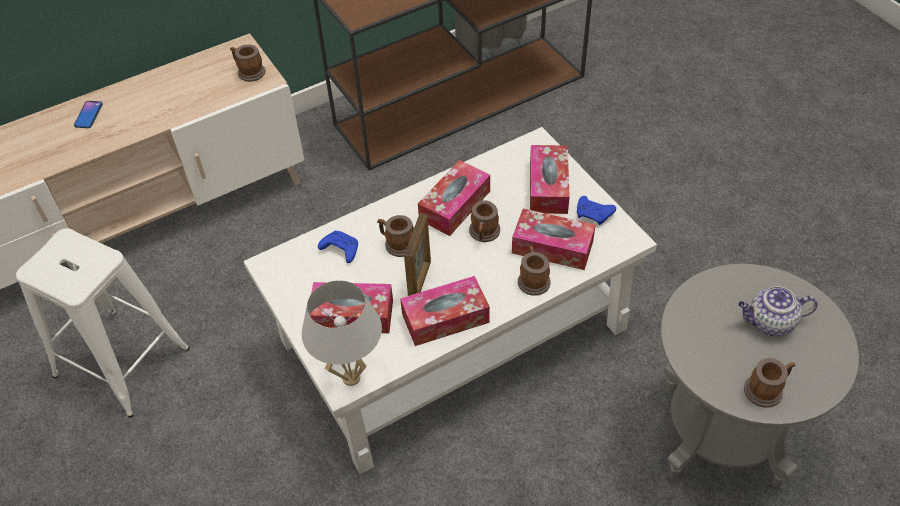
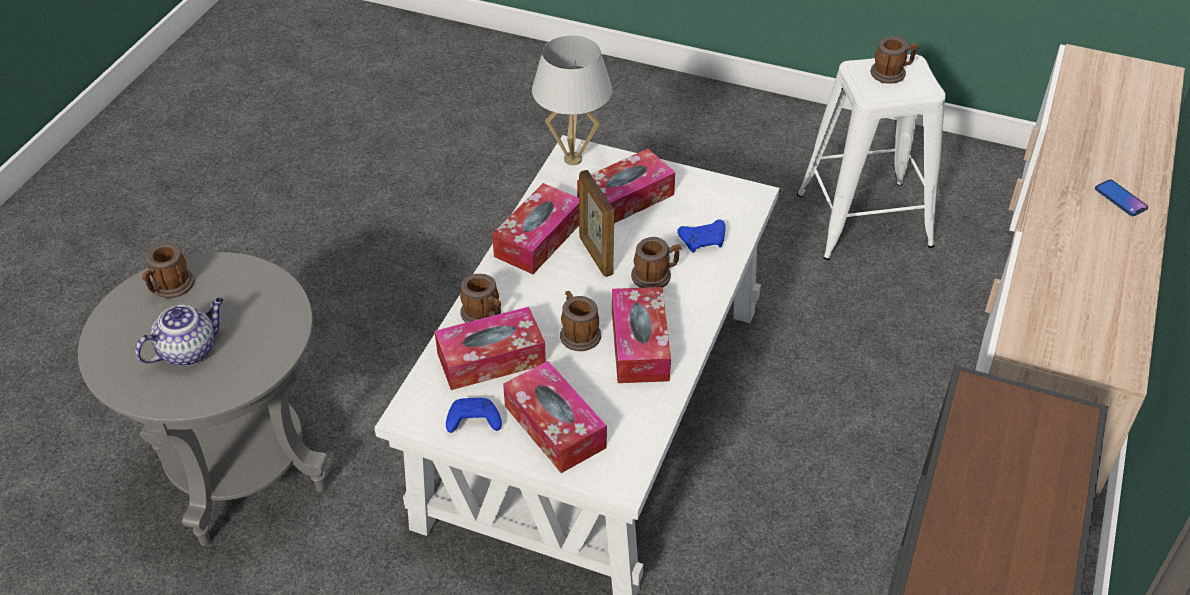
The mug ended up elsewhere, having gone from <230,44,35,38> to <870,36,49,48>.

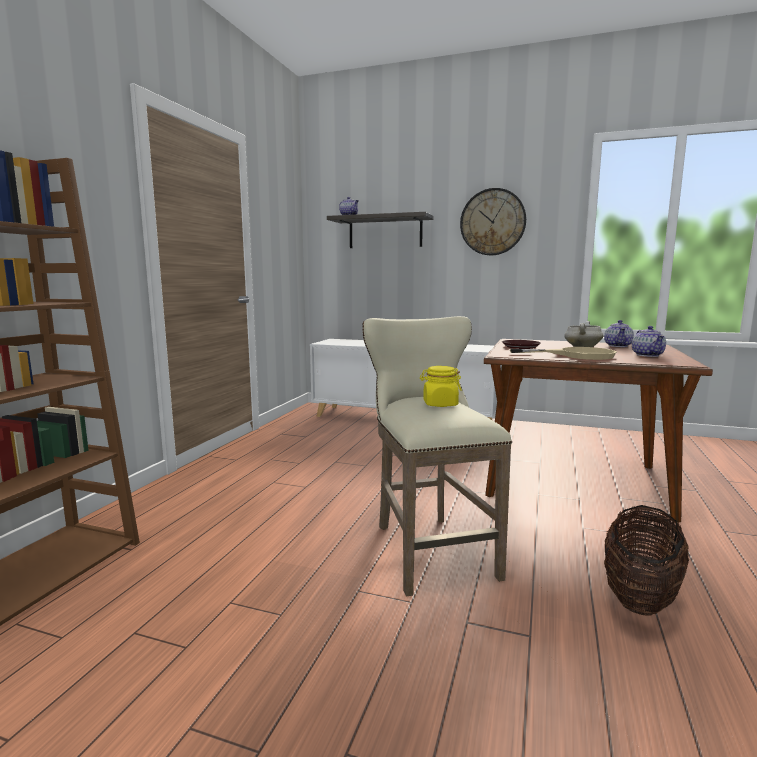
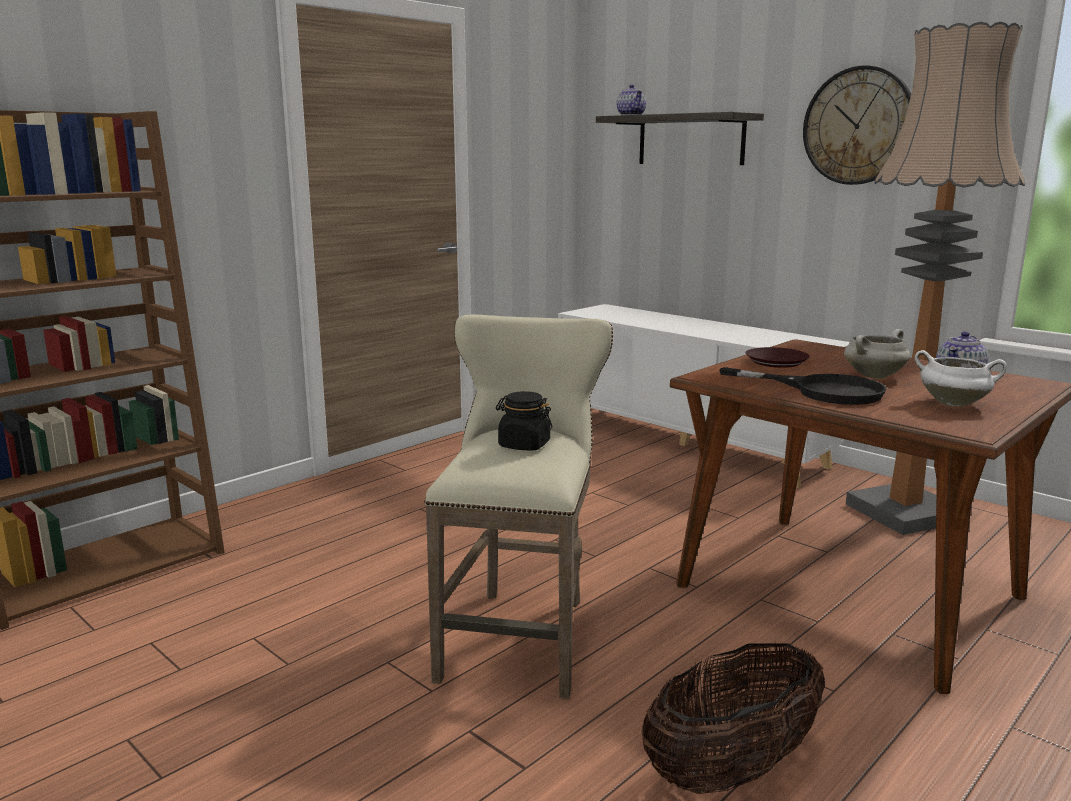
What was the jar (yellow) at <420,366,42,41> turned into the jar (black) at <496,391,57,60>.
What was the frying pan (beige) at <510,347,106,13> turned into the frying pan (black) at <719,367,168,38>.
The second view gained the floor lamp at <846,22,179,513>.
Where the teapot stood at <632,326,34,31>, the cooking pot (white) came to stand at <915,350,92,57>.

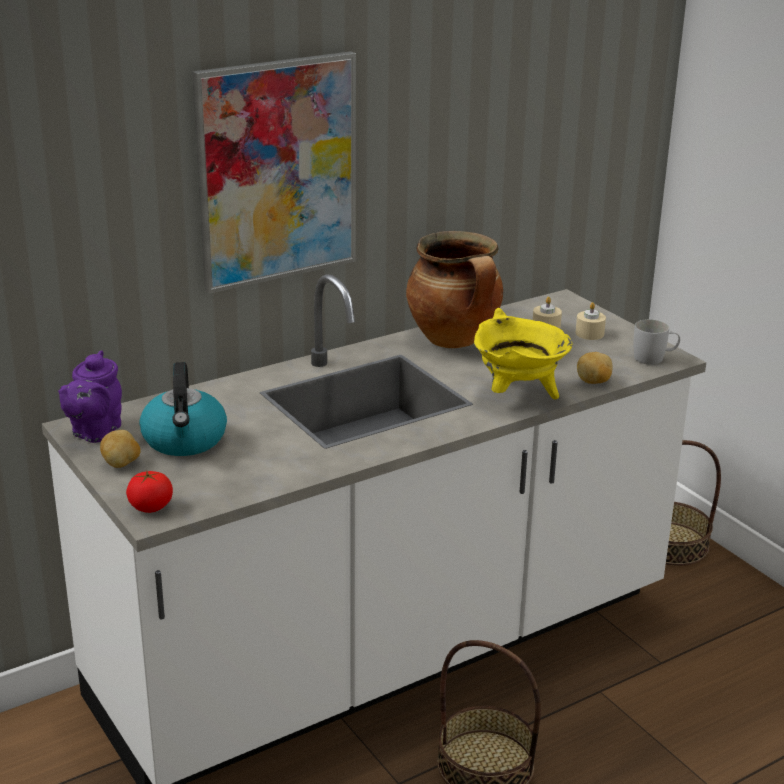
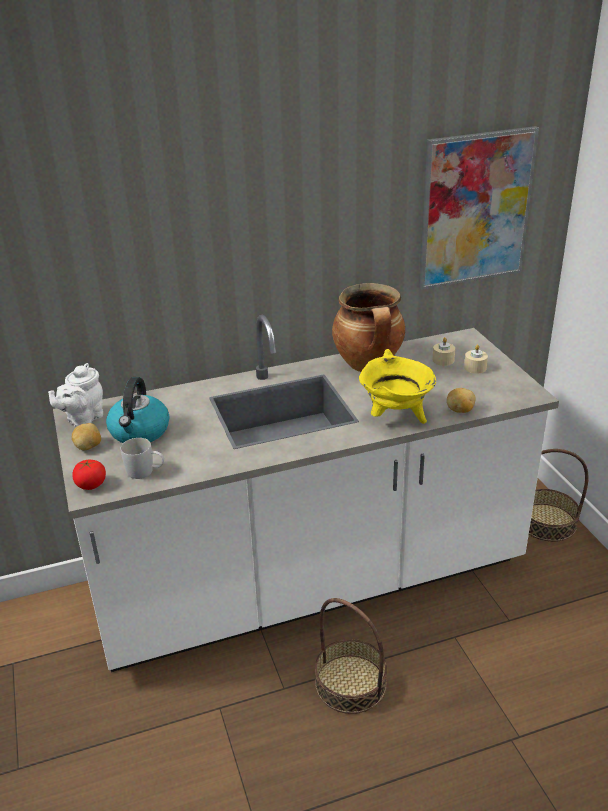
What was the teapot (purple) at <58,350,64,93> turned into the teapot (white) at <48,363,55,64>.
The mug (white) ended up elsewhere, having gone from <634,319,46,46> to <121,438,43,41>.
The picture ended up elsewhere, having gone from <192,51,164,243> to <419,126,120,164>.

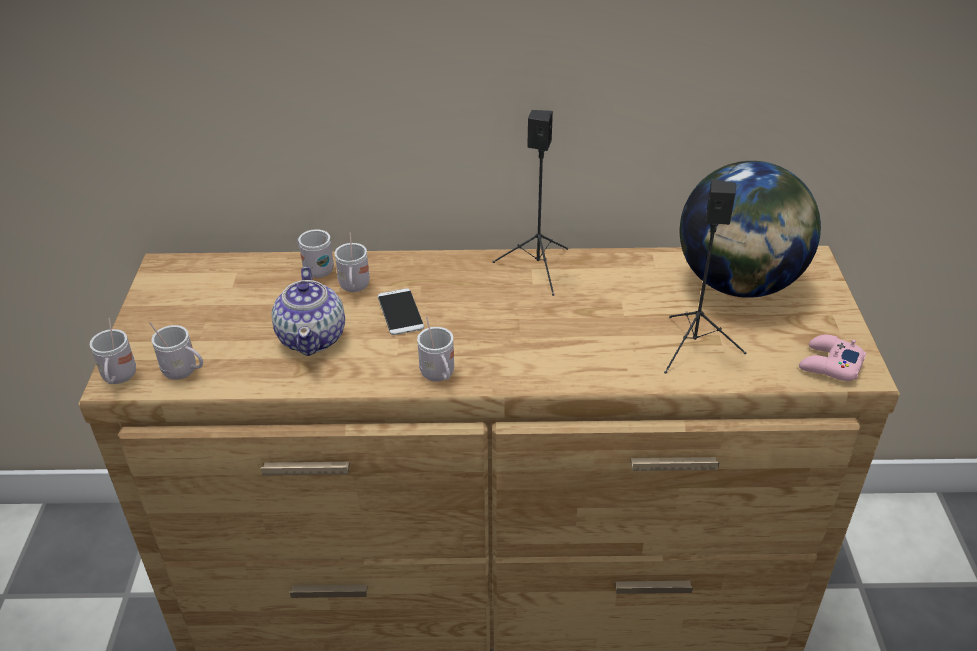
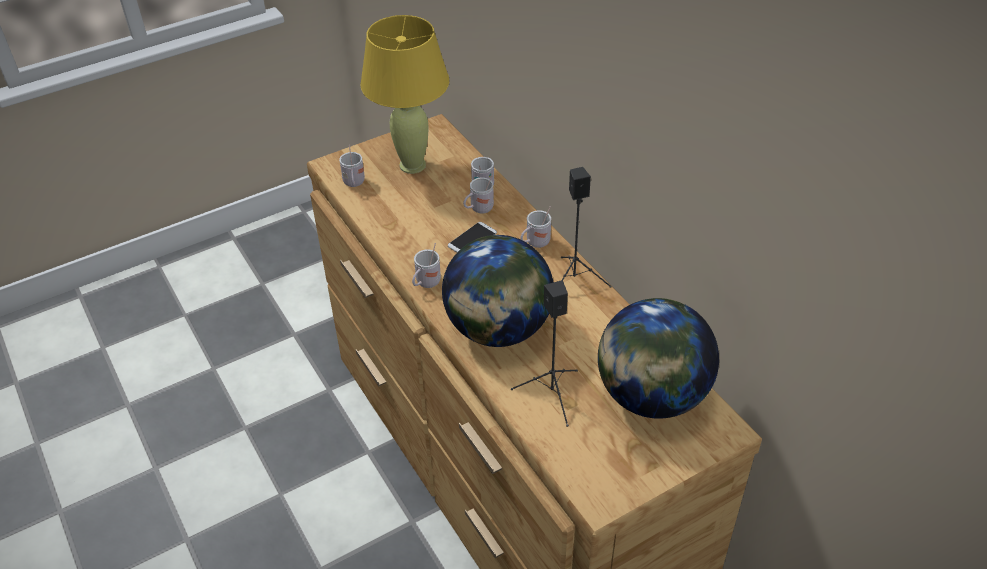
The second view gained the table lamp (yellow) at <360,15,89,159>.
The second view gained the globe at <442,235,111,112>.
The mug (white) ended up elsewhere, having gone from <90,318,46,66> to <520,206,31,42>.
The second view lost the teapot at <272,267,73,89>.
The second view lost the game controller (pink) at <799,334,68,47>.

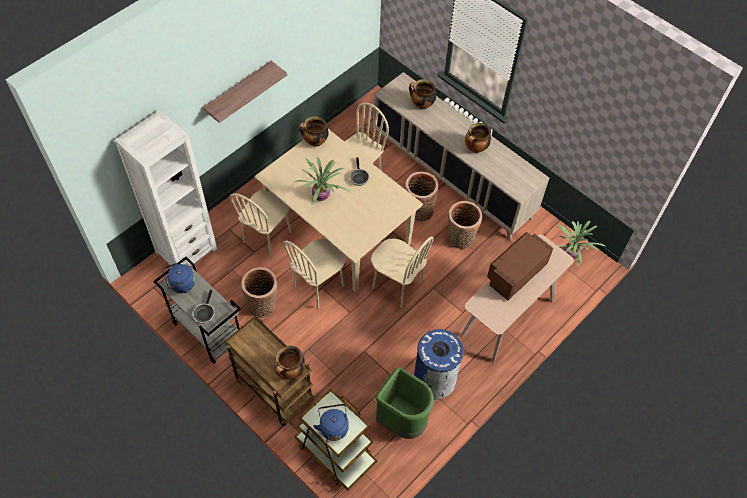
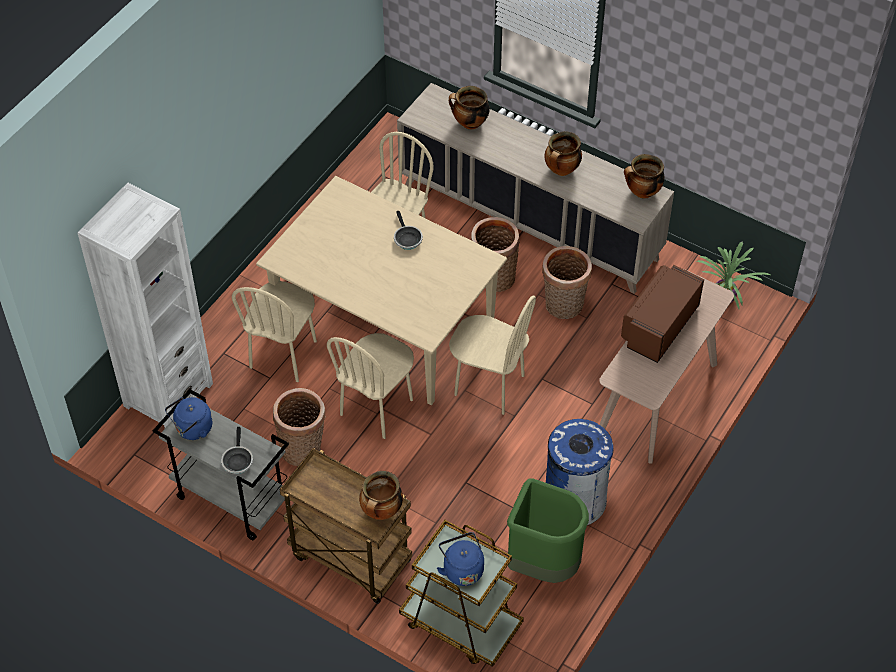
The cooking pot ended up elsewhere, having gone from <299,116,30,31> to <624,154,41,45>.
The second view lost the shelf at <203,61,84,62>.
The second view lost the potted plant at <295,157,56,48>.

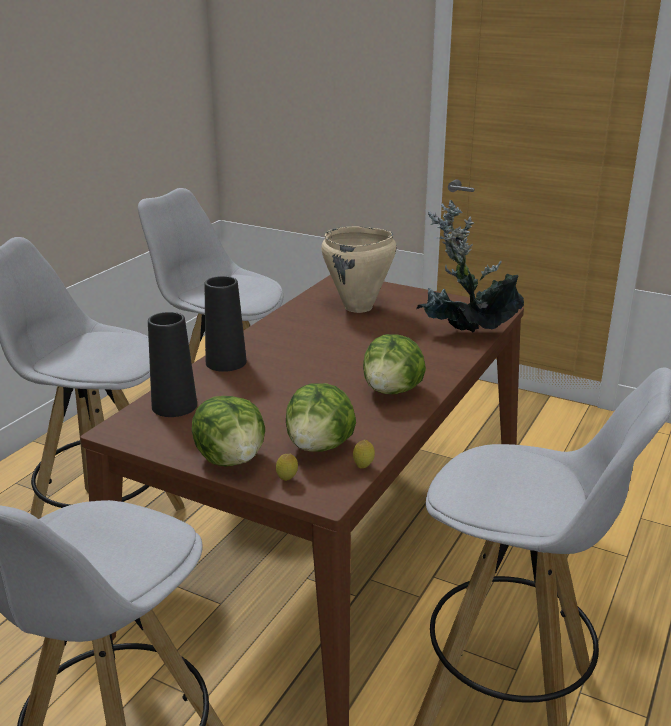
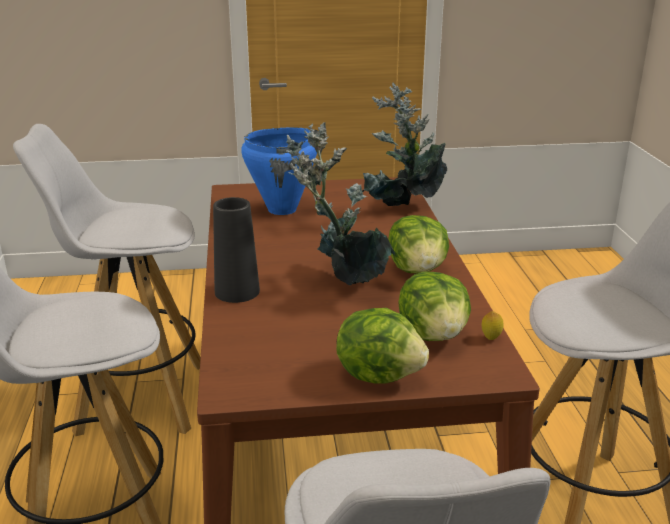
What was the cooking pot (beige) at <321,227,76,86> turned into the cooking pot (blue) at <241,128,76,87>.
The second view gained the potted plant at <286,122,109,163>.
The second view lost the vase (black) at <148,312,49,105>.
The second view lost the lemon at <276,454,22,27>.

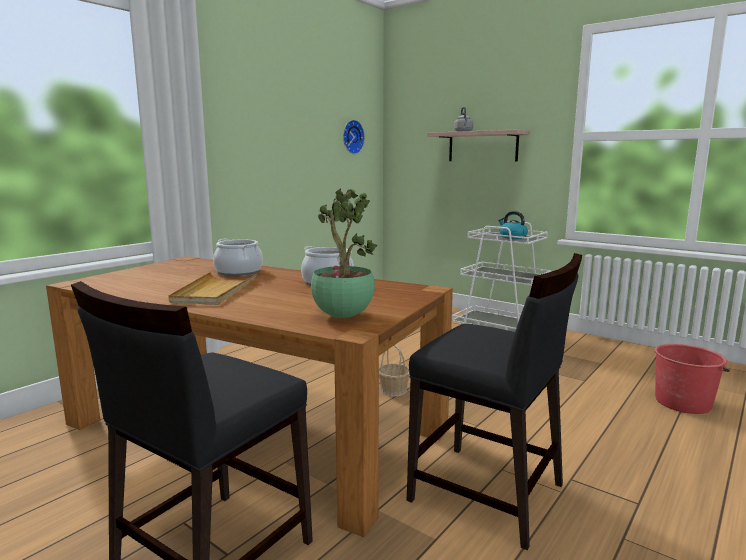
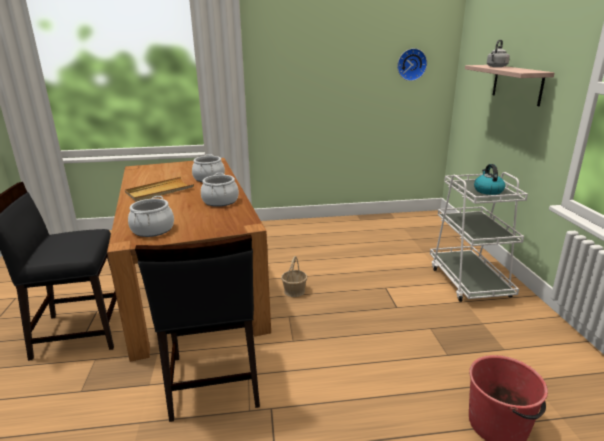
Where the potted plant stood at <311,189,66,129>, the cooking pot came to stand at <128,196,46,41>.

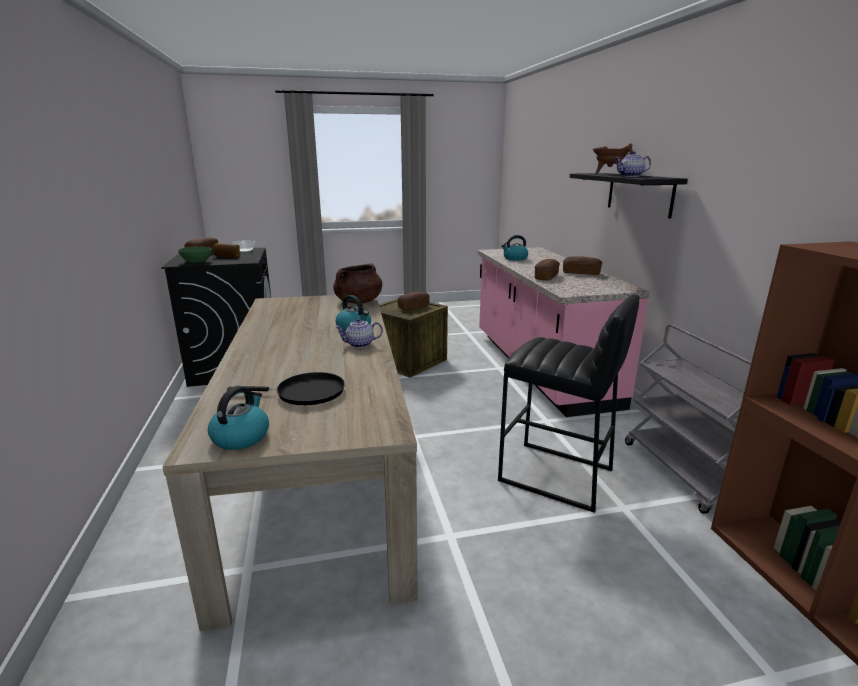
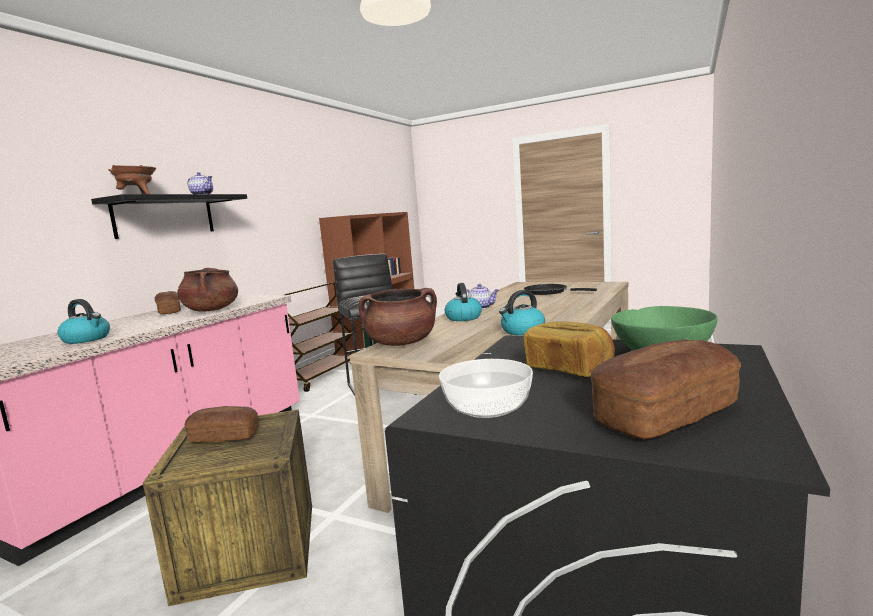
Where the bread stood at <534,259,26,21>, the cooking pot (brown) came to stand at <177,268,61,44>.
What was the cart (grey) at <625,324,127,190> turned into the cart (brown) at <283,282,70,110>.
The kettle ended up elsewhere, having gone from <208,386,61,64> to <499,290,46,45>.

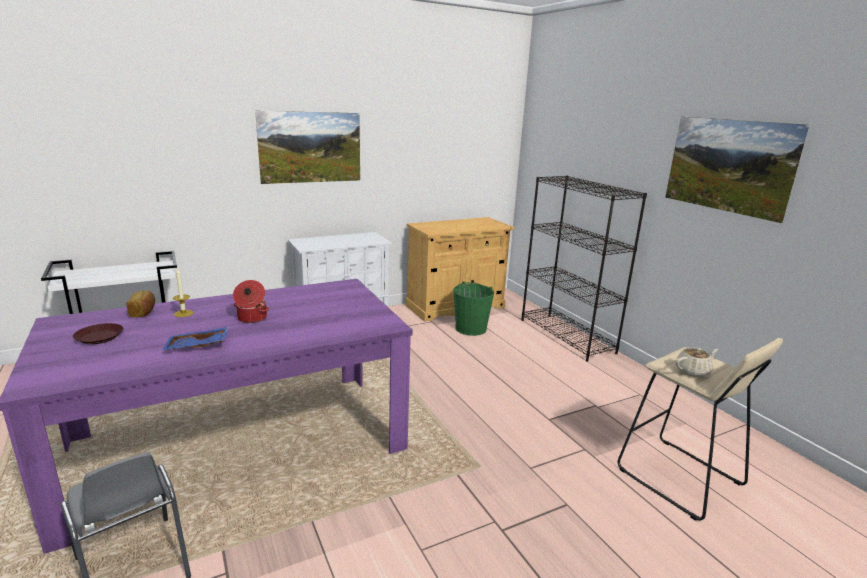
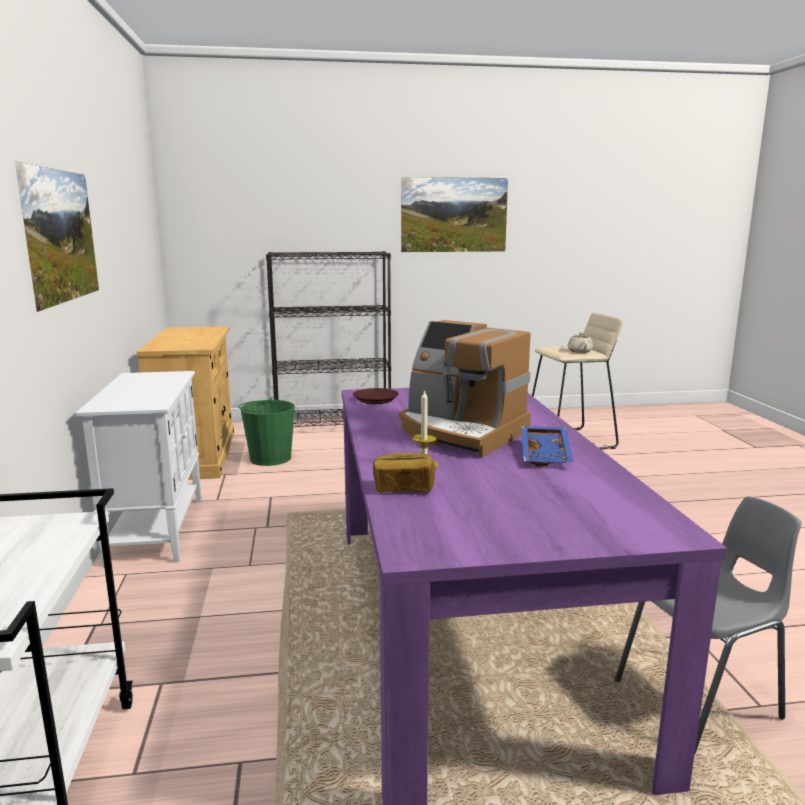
The plate (brown) ended up elsewhere, having gone from <73,323,50,21> to <353,388,46,16>.
Where the cooking pot stood at <233,280,36,43>, the coffee machine came to stand at <399,320,132,138>.

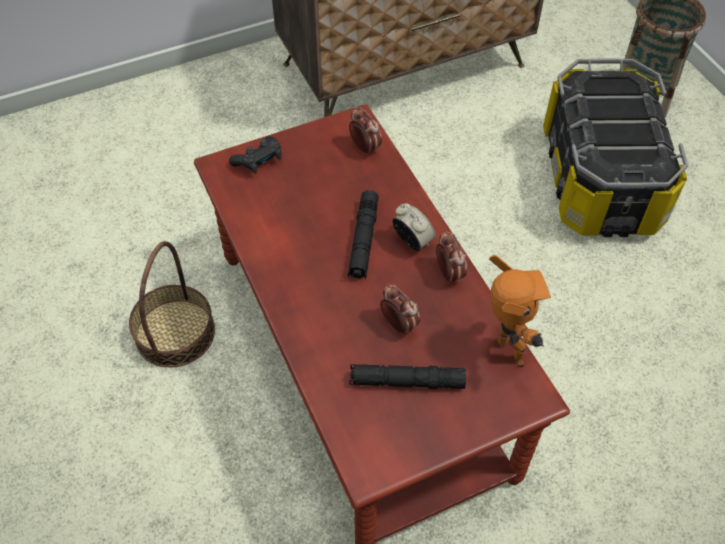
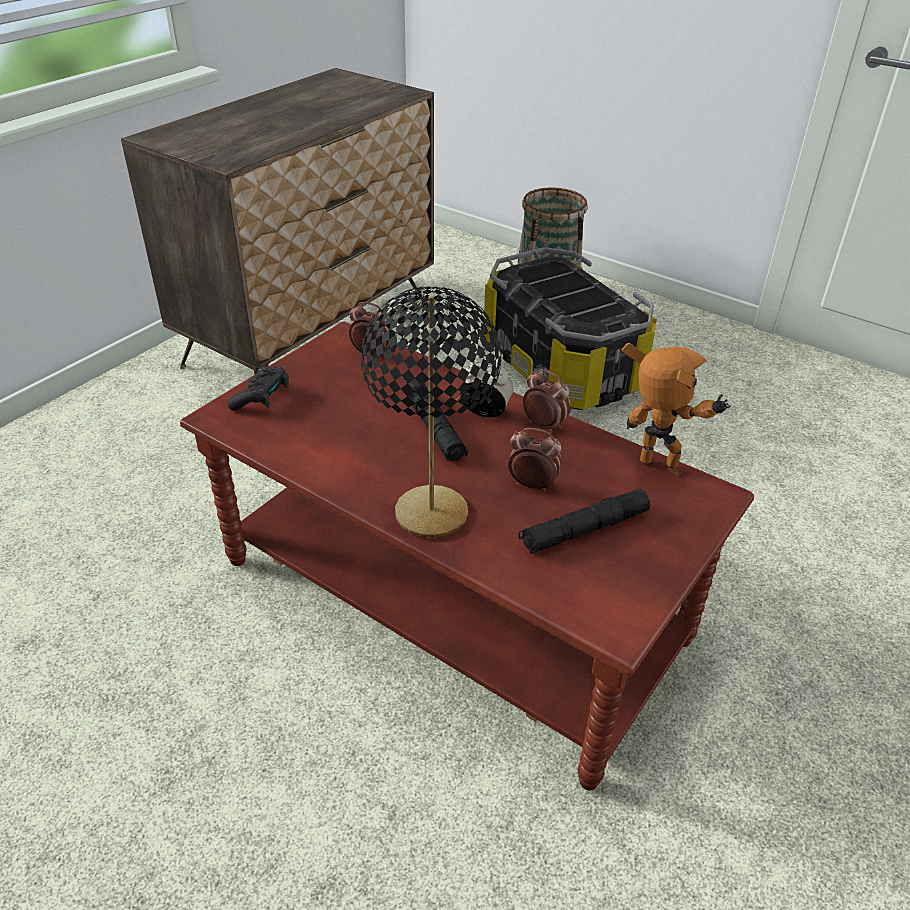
The second view gained the table lamp (black) at <361,286,140,252>.
The second view lost the basket at <129,241,86,126>.

